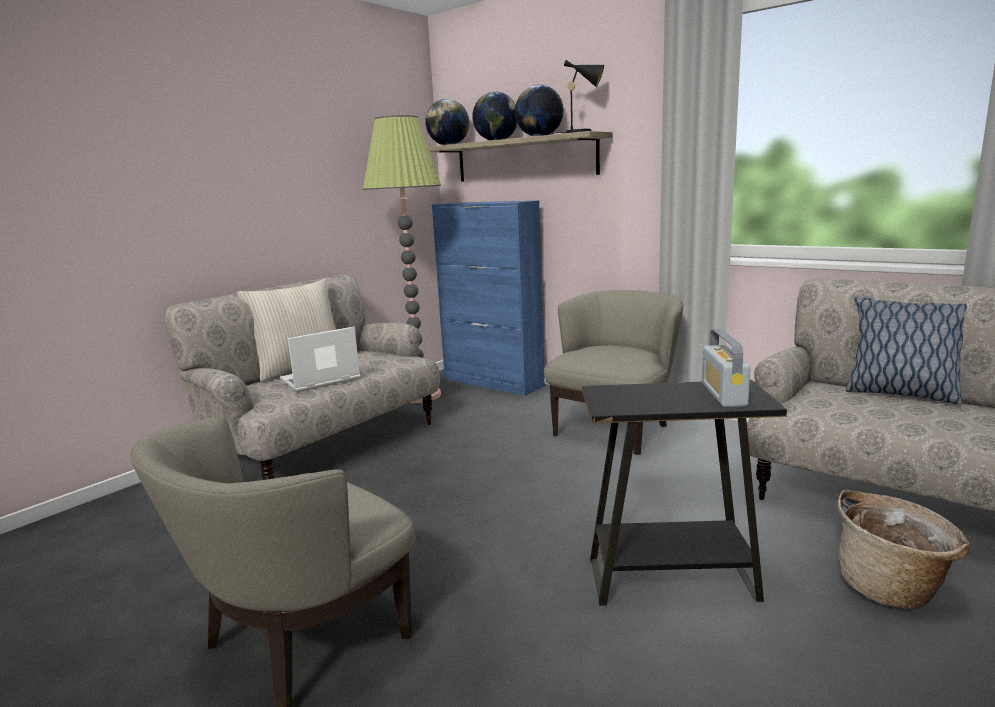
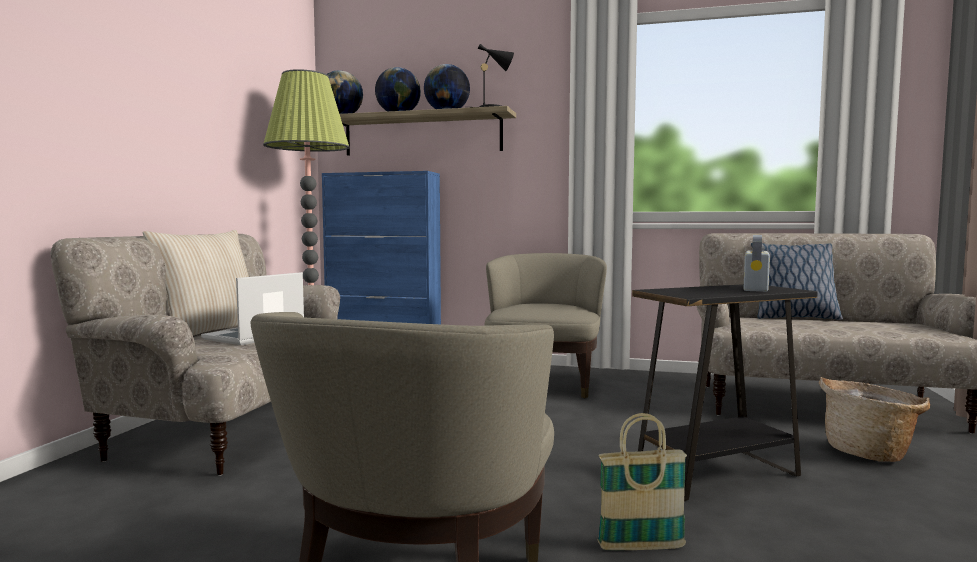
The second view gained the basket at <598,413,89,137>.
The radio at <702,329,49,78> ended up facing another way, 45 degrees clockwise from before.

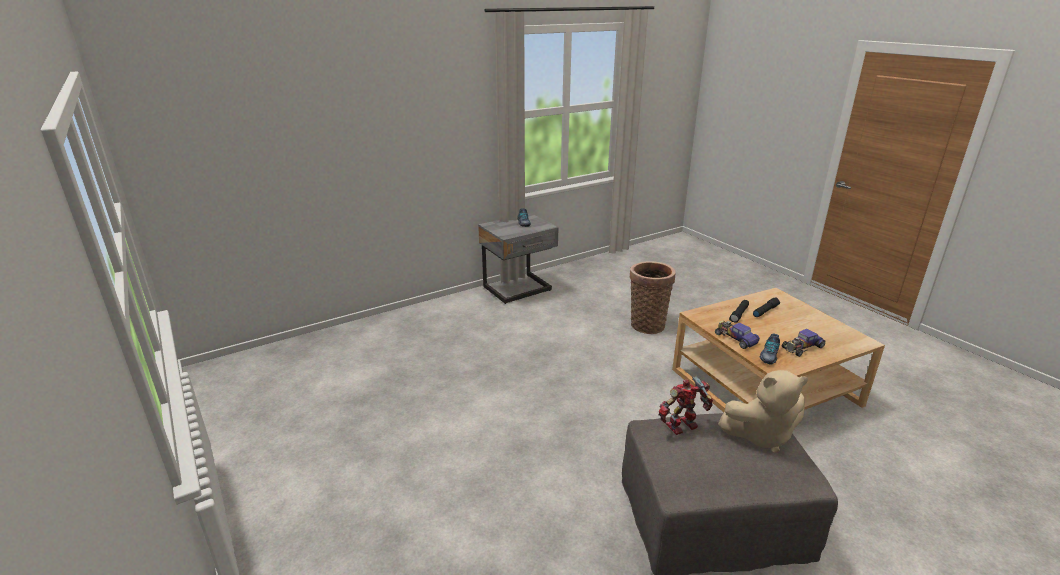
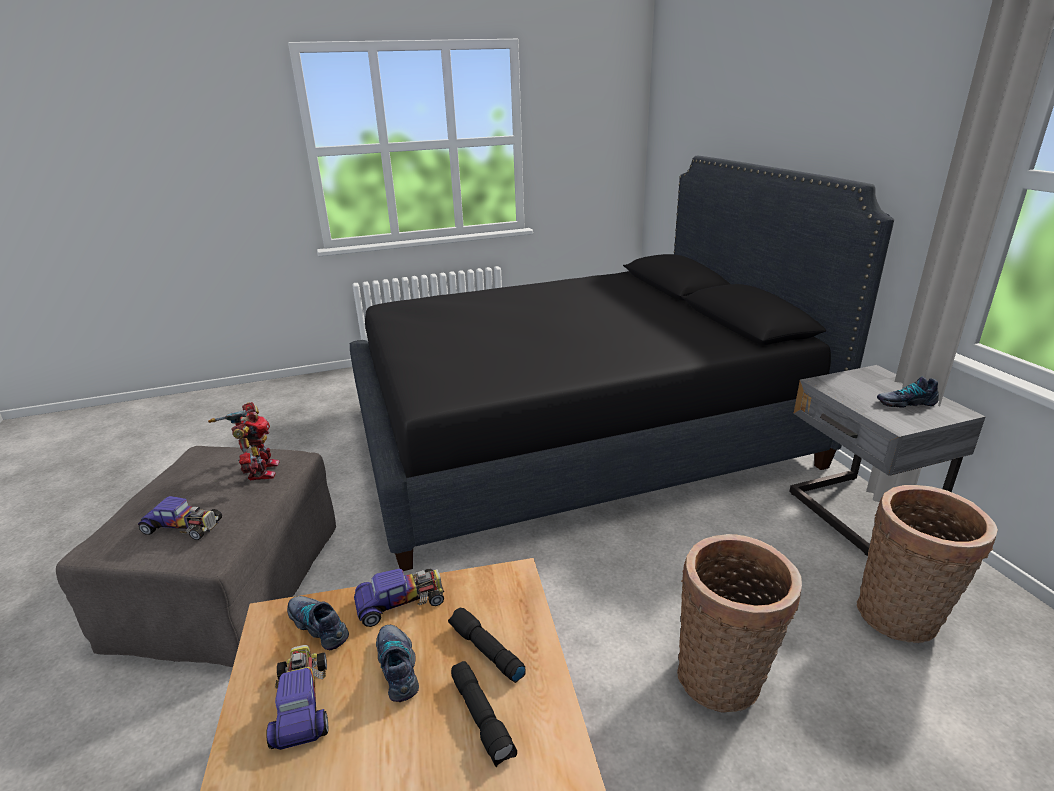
Where the plush toy (beige) stood at <718,370,90,84>, the toy car came to stand at <138,496,84,44>.
The second view gained the bed (black) at <350,156,544,415>.
The second view gained the shoe at <376,625,43,77>.
The second view gained the basket at <857,485,141,158>.

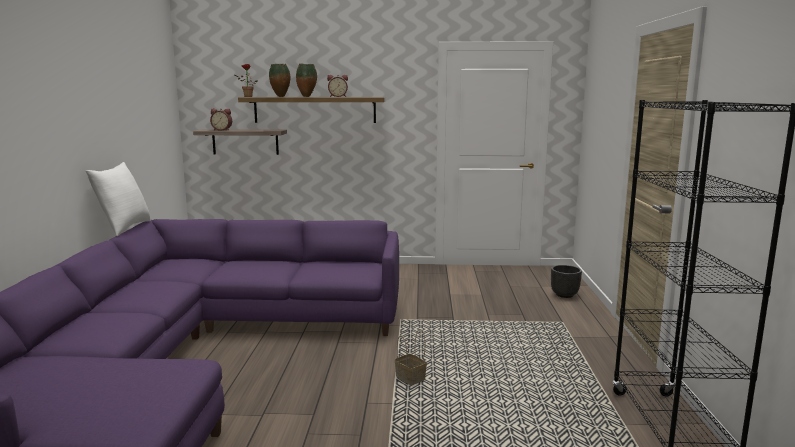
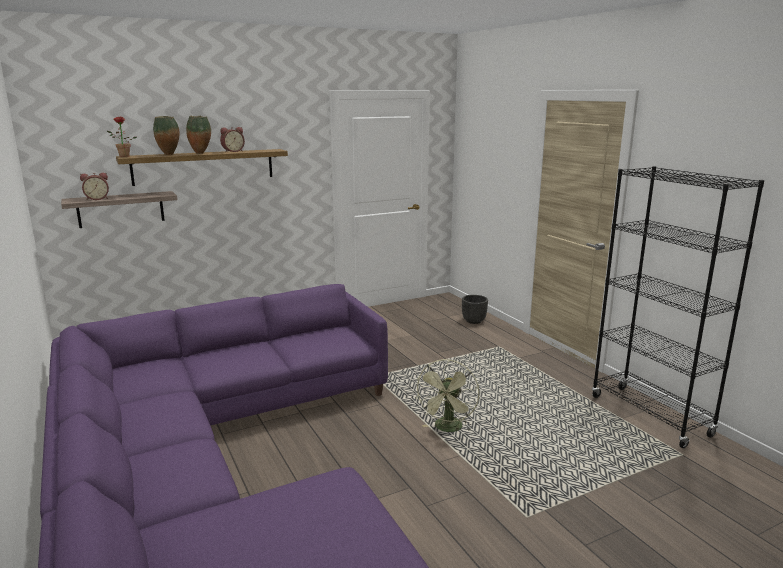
Where the basket stood at <395,329,32,56>, the fan (green) came to stand at <415,359,64,73>.
The second view lost the pillow (white) at <86,162,65,74>.

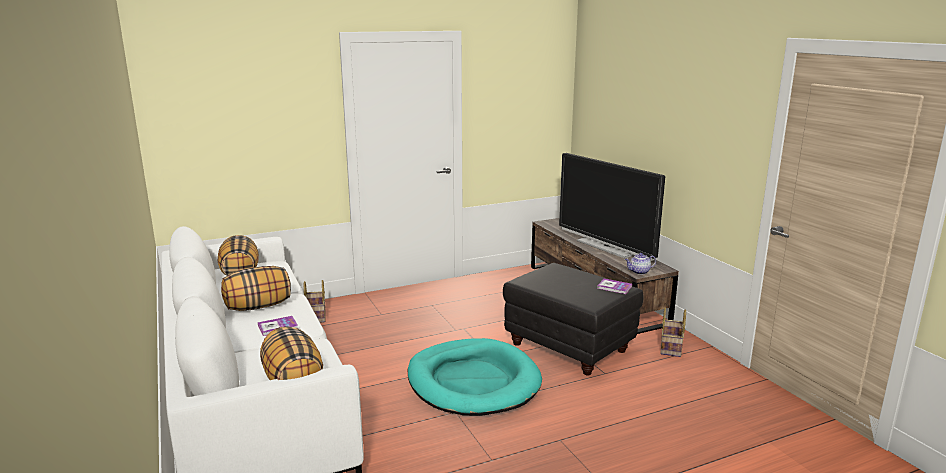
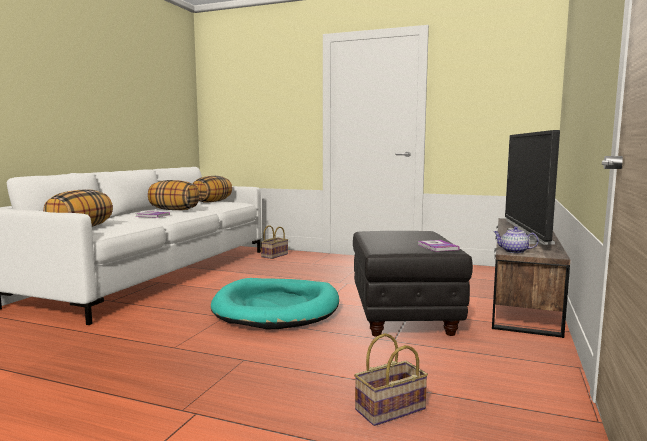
The basket ended up elsewhere, having gone from <661,307,25,50> to <354,333,74,93>.

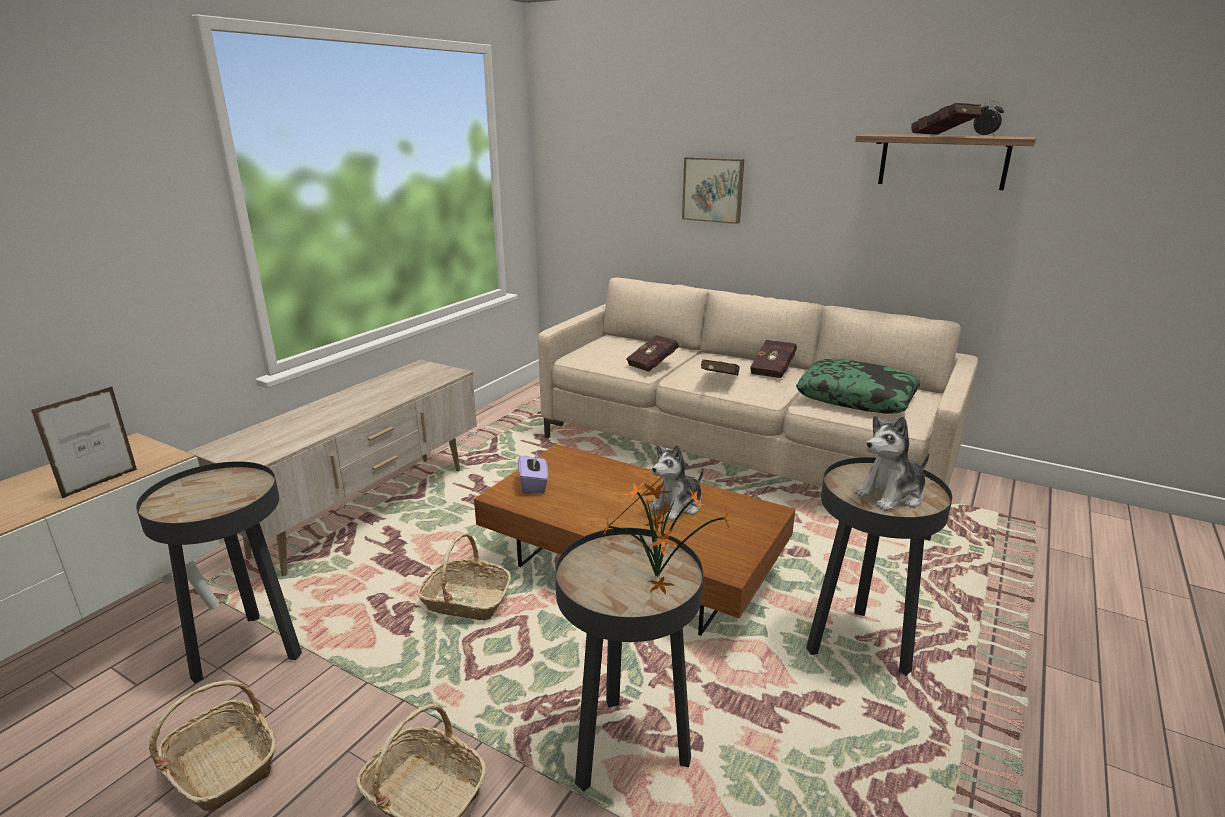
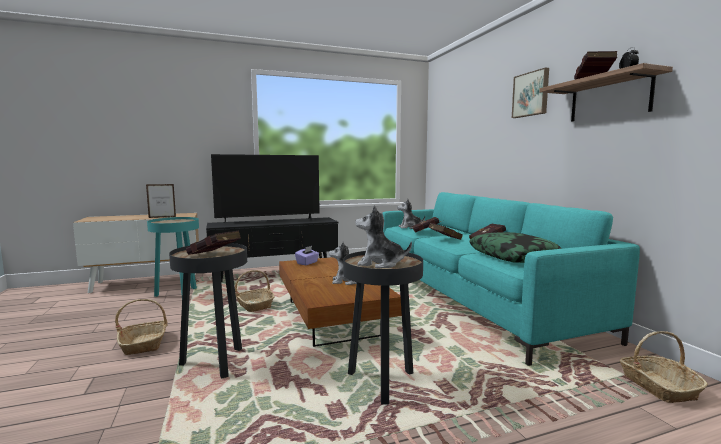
What was the side table (black) at <136,461,166,222> turned into the side table (turquoise) at <147,217,52,80>.
Where the potted plant stood at <603,480,127,115>, the book (red) came to stand at <186,231,55,24>.
What was the tv stand (beige) at <187,360,290,216> turned into the tv stand (black) at <206,217,132,65>.
The second view gained the television at <211,154,109,70>.
What was the sofa (beige) at <538,278,440,263> turned into the sofa (turquoise) at <382,192,258,174>.
The second view gained the plush toy at <397,199,28,30>.
The picture ended up elsewhere, having gone from <682,157,62,67> to <512,68,37,50>.
The basket ended up elsewhere, having gone from <149,680,127,132> to <620,331,88,72>.

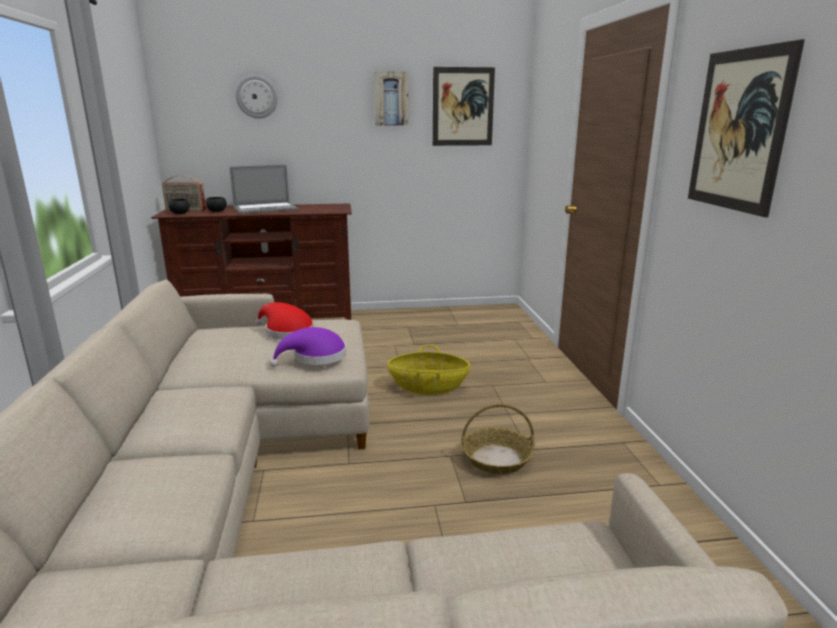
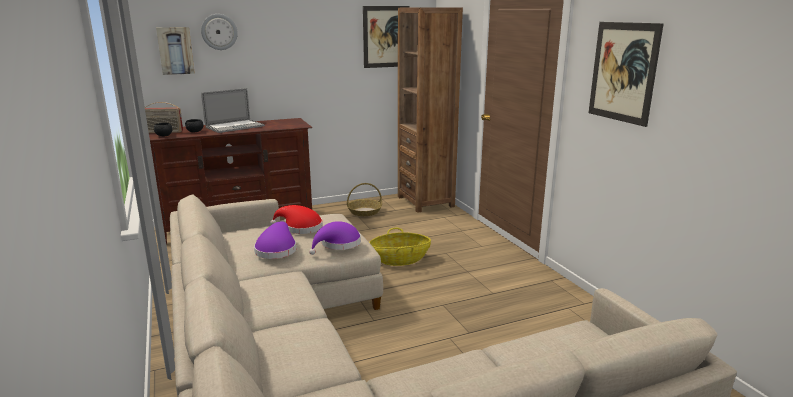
The picture ended up elsewhere, having gone from <374,71,34,55> to <156,27,39,48>.
The second view gained the hat (purple) at <254,221,42,38>.
The basket ended up elsewhere, having gone from <462,404,73,70> to <347,183,35,33>.
The second view gained the bookcase (brown) at <398,7,65,206>.

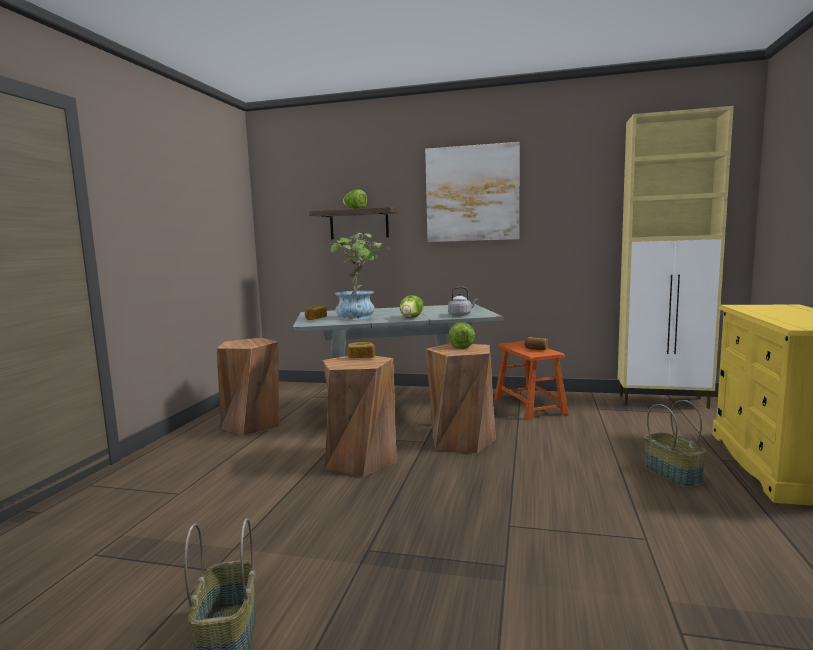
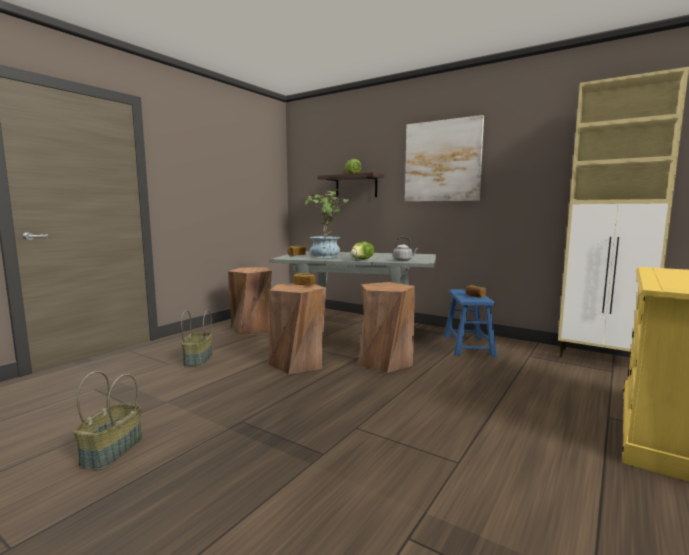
The basket ended up elsewhere, having gone from <644,400,63,88> to <181,310,31,56>.
What was the stool (brown) at <494,341,75,79> turned into the stool (blue) at <444,289,53,68>.
The second view lost the lettuce at <449,322,26,27>.

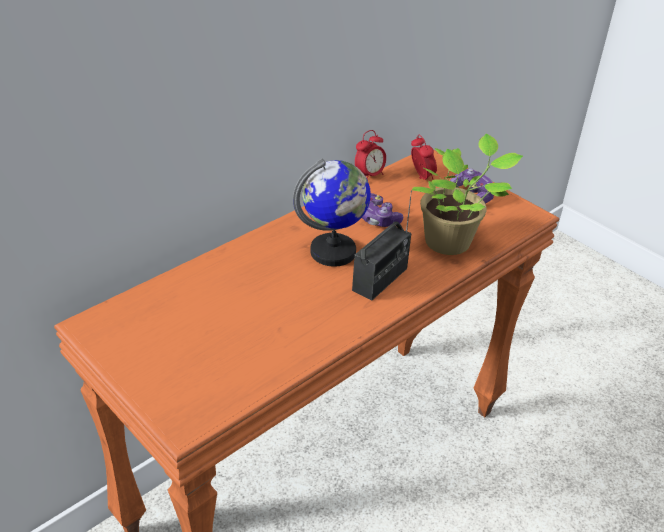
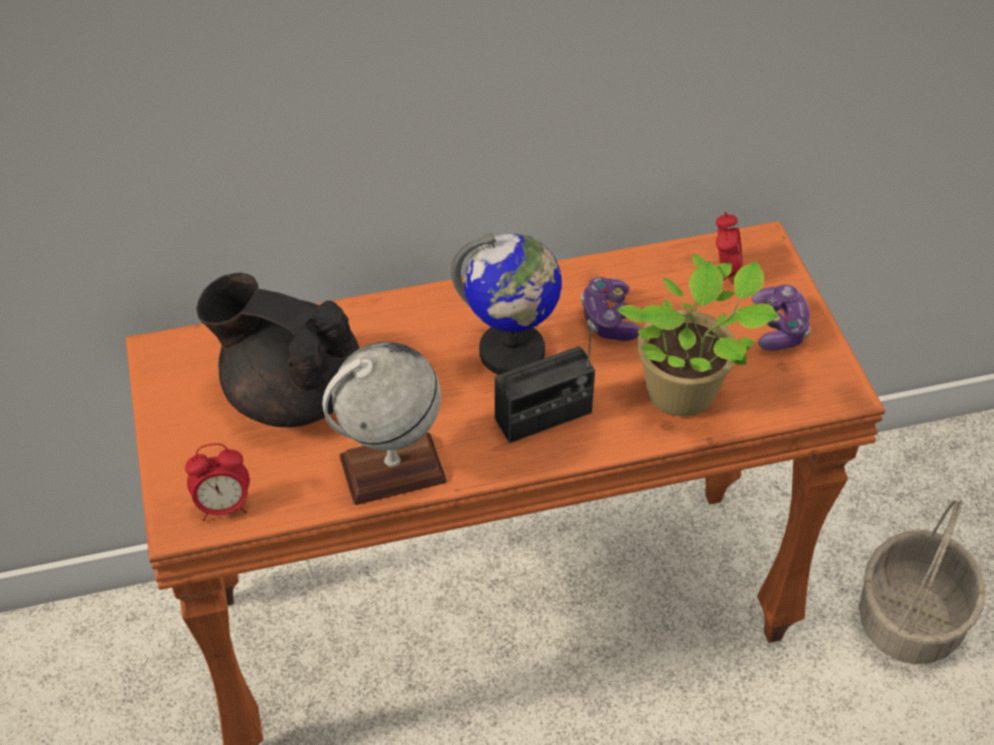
The alarm clock ended up elsewhere, having gone from <355,130,31,49> to <185,443,65,78>.
The second view gained the teapot (black) at <196,273,164,154>.
The second view gained the globe at <322,342,125,163>.
The second view gained the basket at <859,500,127,164>.

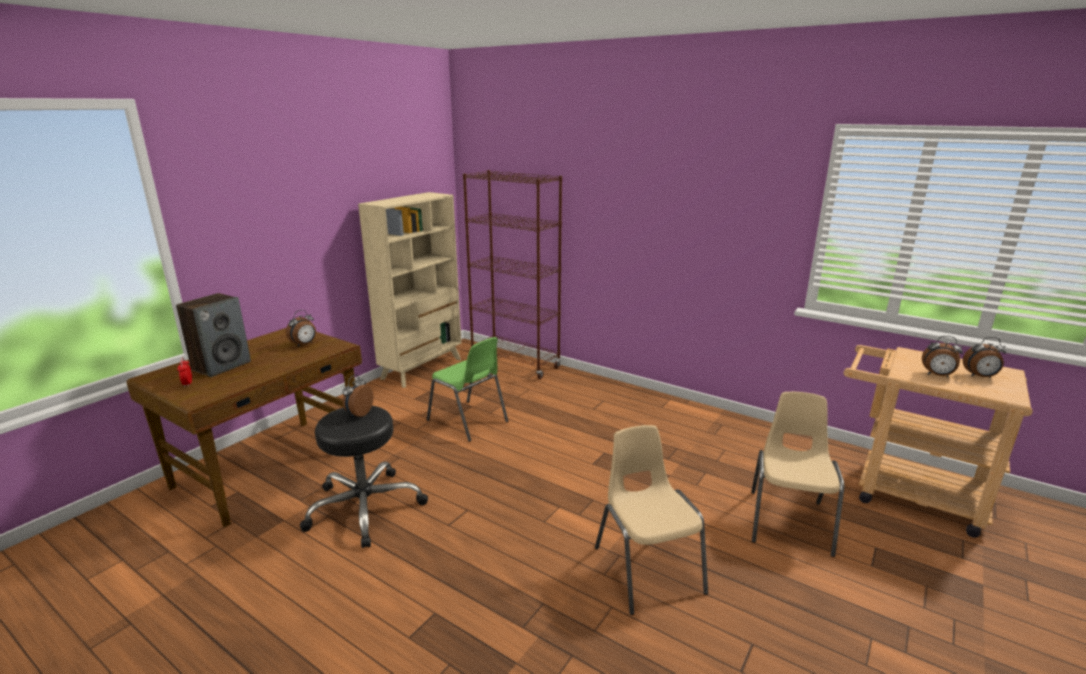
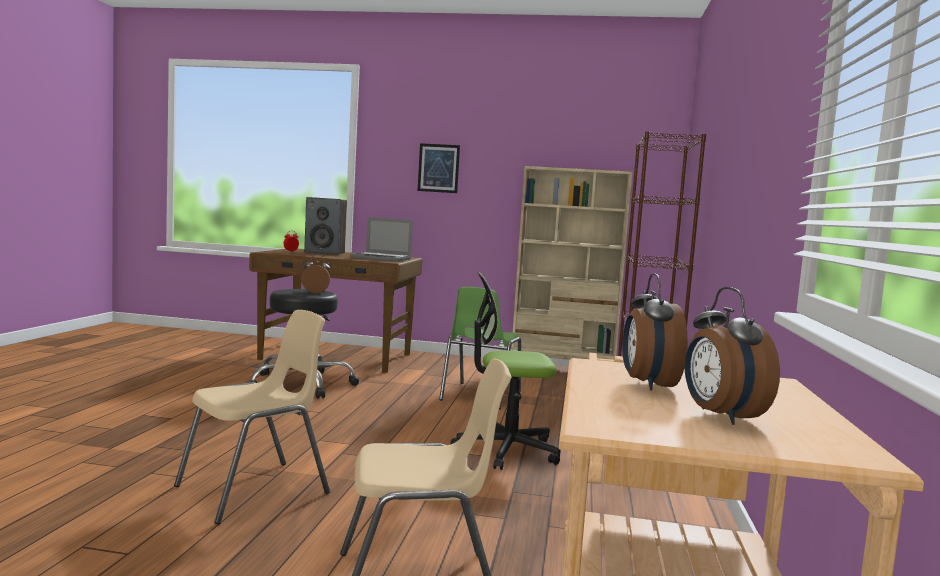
Where the alarm clock stood at <286,310,30,37>, the laptop came to stand at <351,217,62,45>.
The second view gained the picture at <418,143,42,50>.
The second view gained the office chair at <451,272,110,198>.

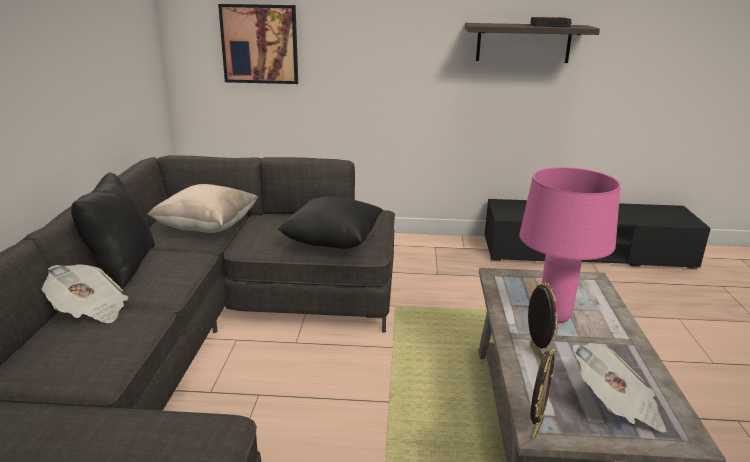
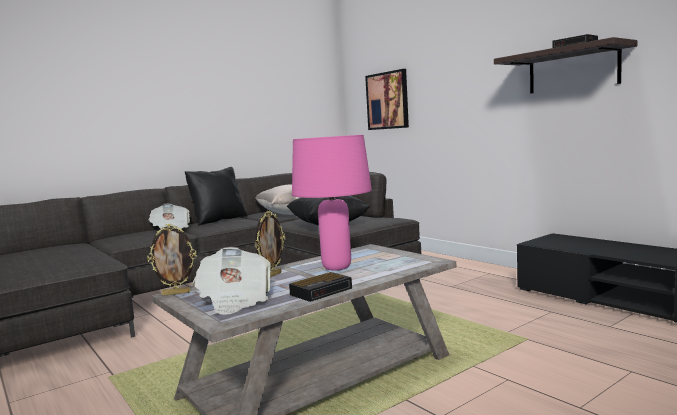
The second view gained the alarm clock at <289,272,63,30>.

